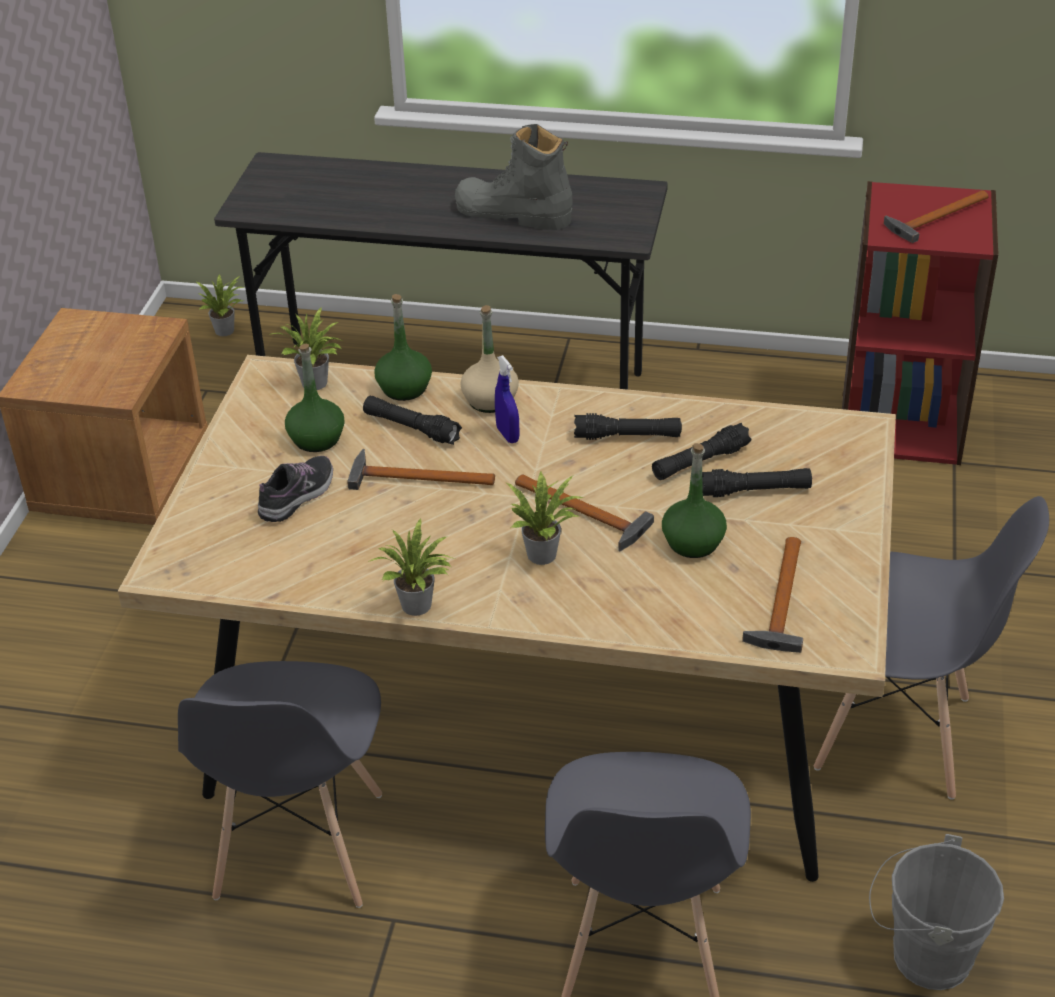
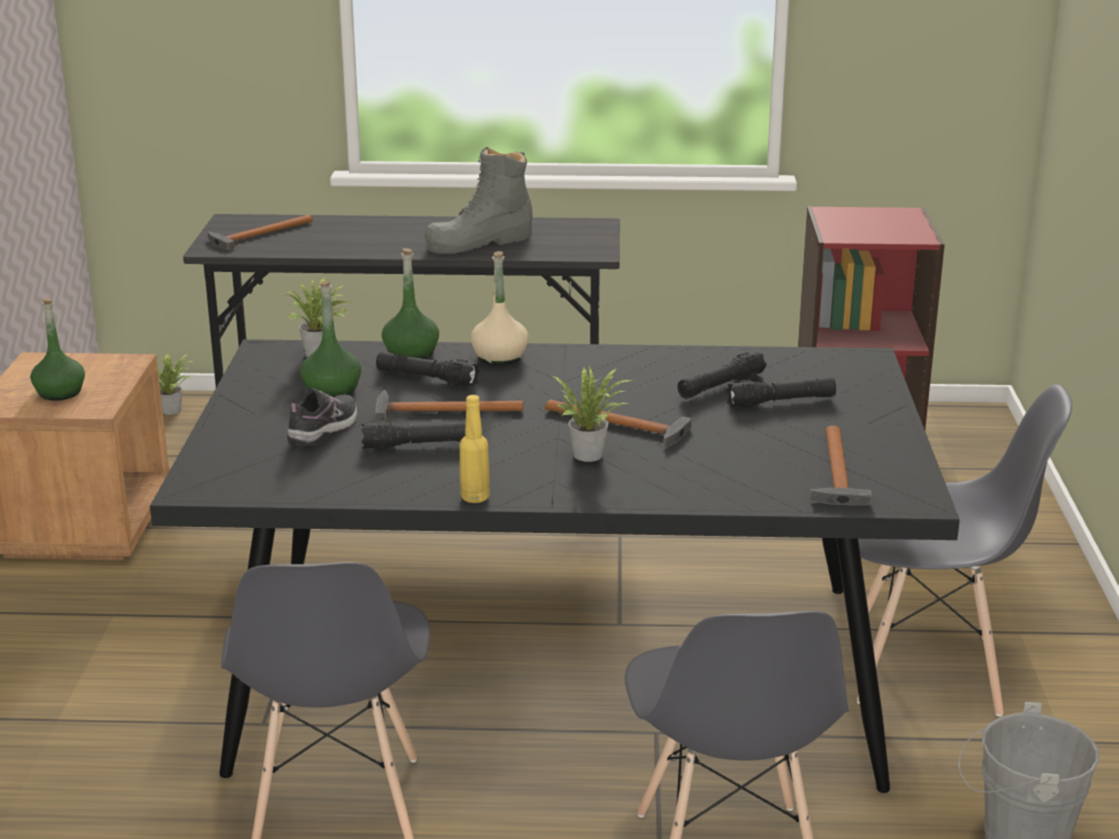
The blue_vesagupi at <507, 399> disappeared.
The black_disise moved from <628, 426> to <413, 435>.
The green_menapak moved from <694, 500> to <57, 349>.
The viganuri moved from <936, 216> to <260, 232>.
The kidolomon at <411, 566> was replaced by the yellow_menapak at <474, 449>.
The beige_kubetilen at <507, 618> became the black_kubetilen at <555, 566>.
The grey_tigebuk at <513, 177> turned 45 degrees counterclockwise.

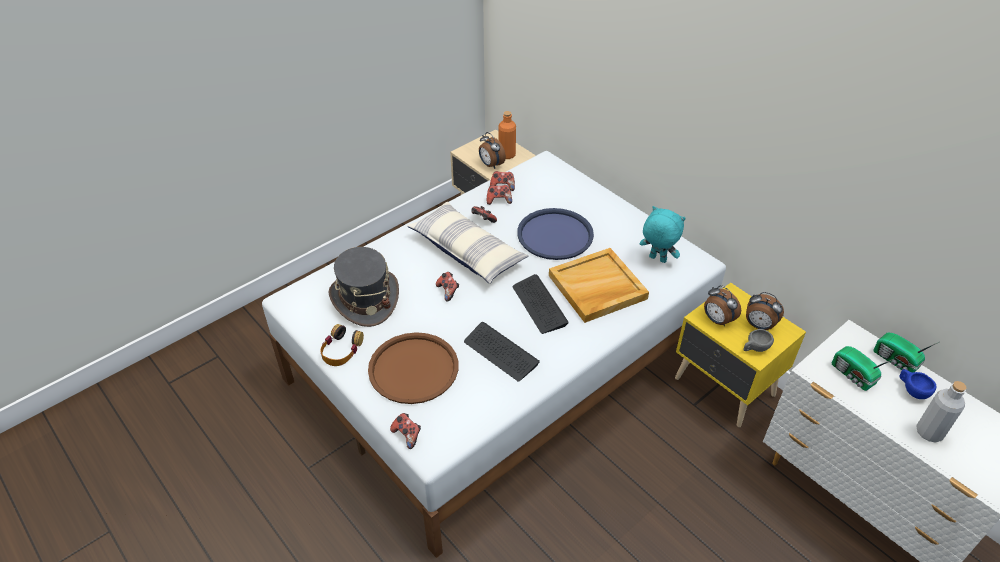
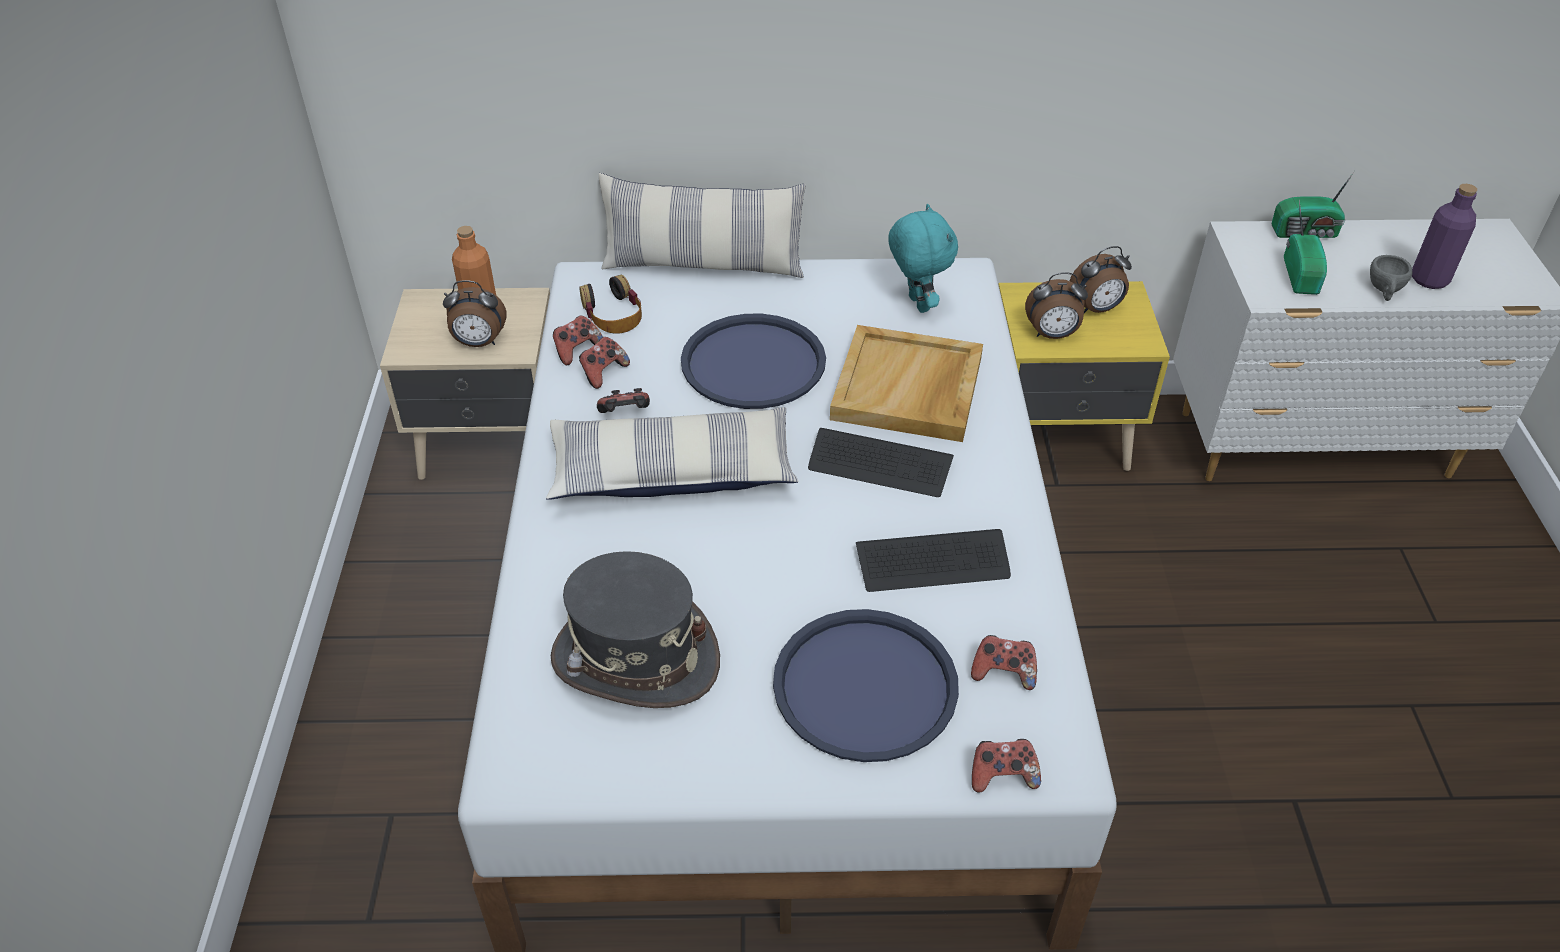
The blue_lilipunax at <918, 384> disappeared.
The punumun at <702, 225> appeared.
The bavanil moved from <342, 345> to <610, 304>.
The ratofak moved from <447, 286> to <1004, 662>.
The grey_lilipunax moved from <758, 340> to <1391, 278>.
The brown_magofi at <413, 368> became the blue_magofi at <866, 685>.
The grey_menapak at <941, 412> became the purple_menapak at <1444, 236>.
The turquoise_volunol at <663, 234> turned 90 degrees clockwise.
The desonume at <863, 368> turned 90 degrees counterclockwise.

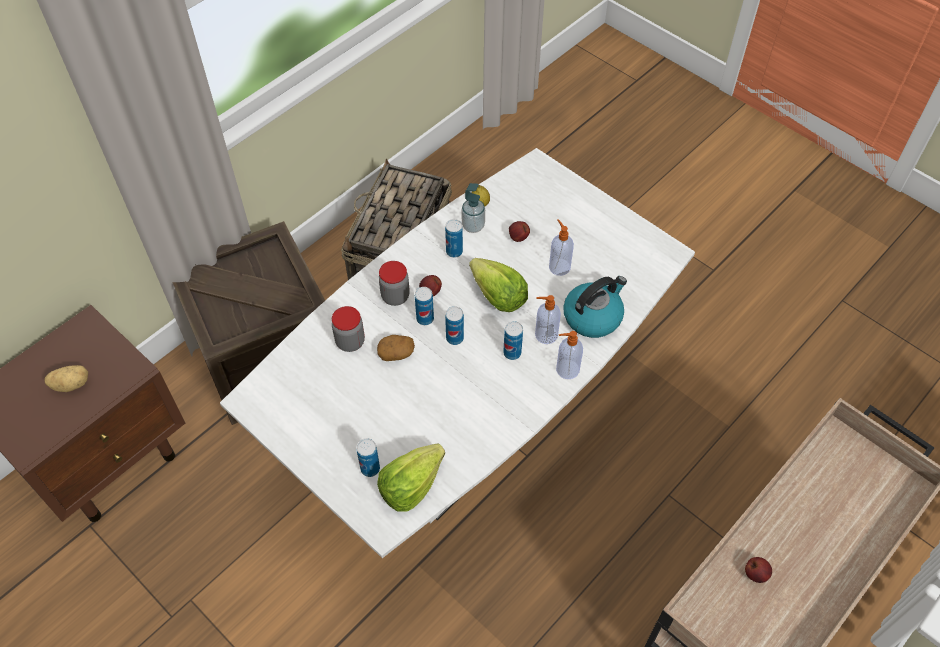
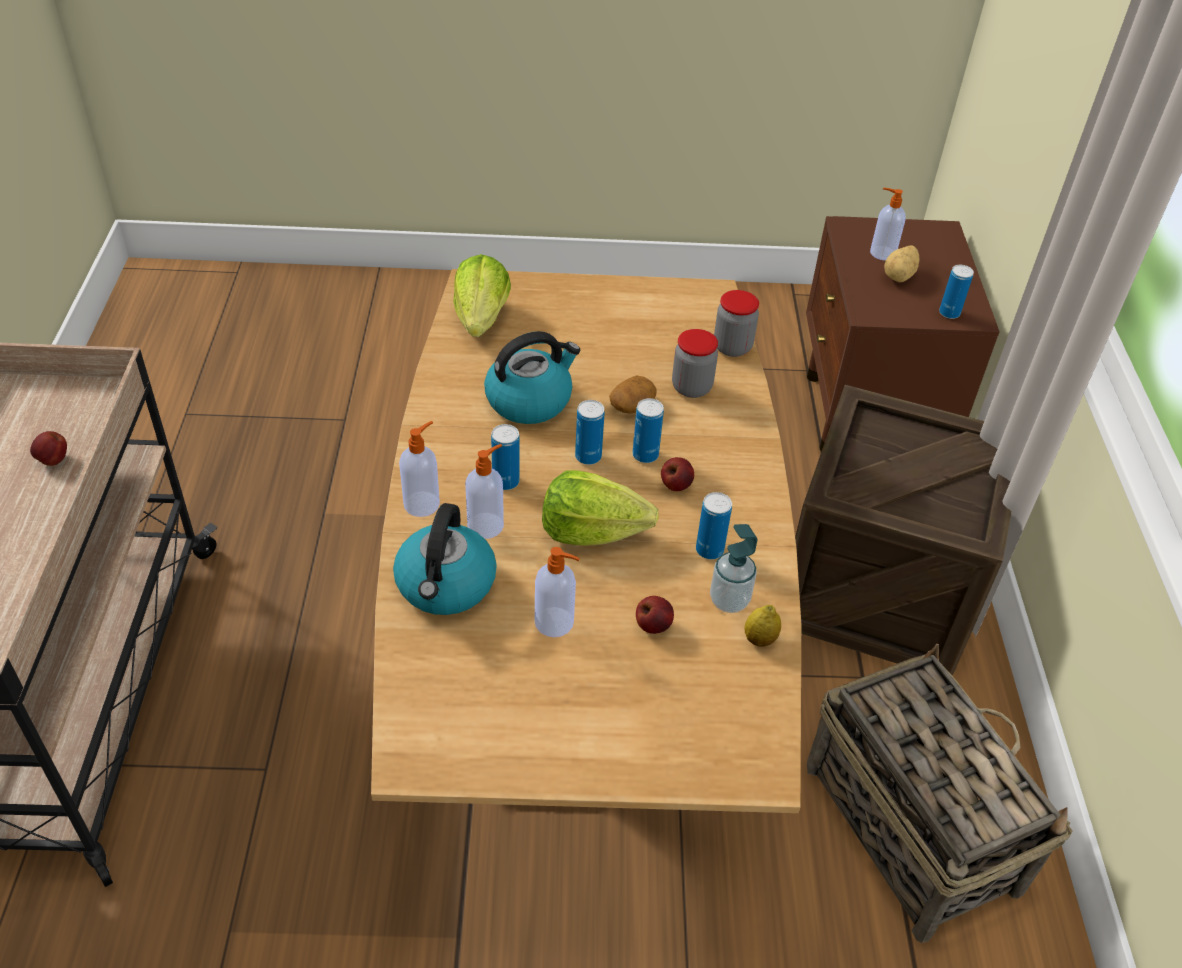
The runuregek at <532, 377> appeared.
The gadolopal at <887, 224> appeared.
The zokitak moved from <368, 457> to <956, 292>.
The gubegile moved from <394, 283> to <736, 323>.
The white_kubetilen at <457, 353> became the brown_kubetilen at <586, 541>.

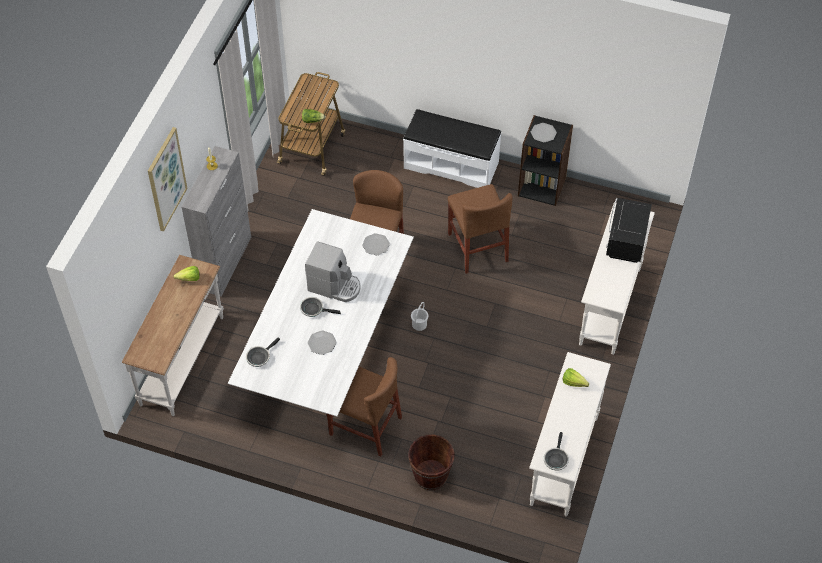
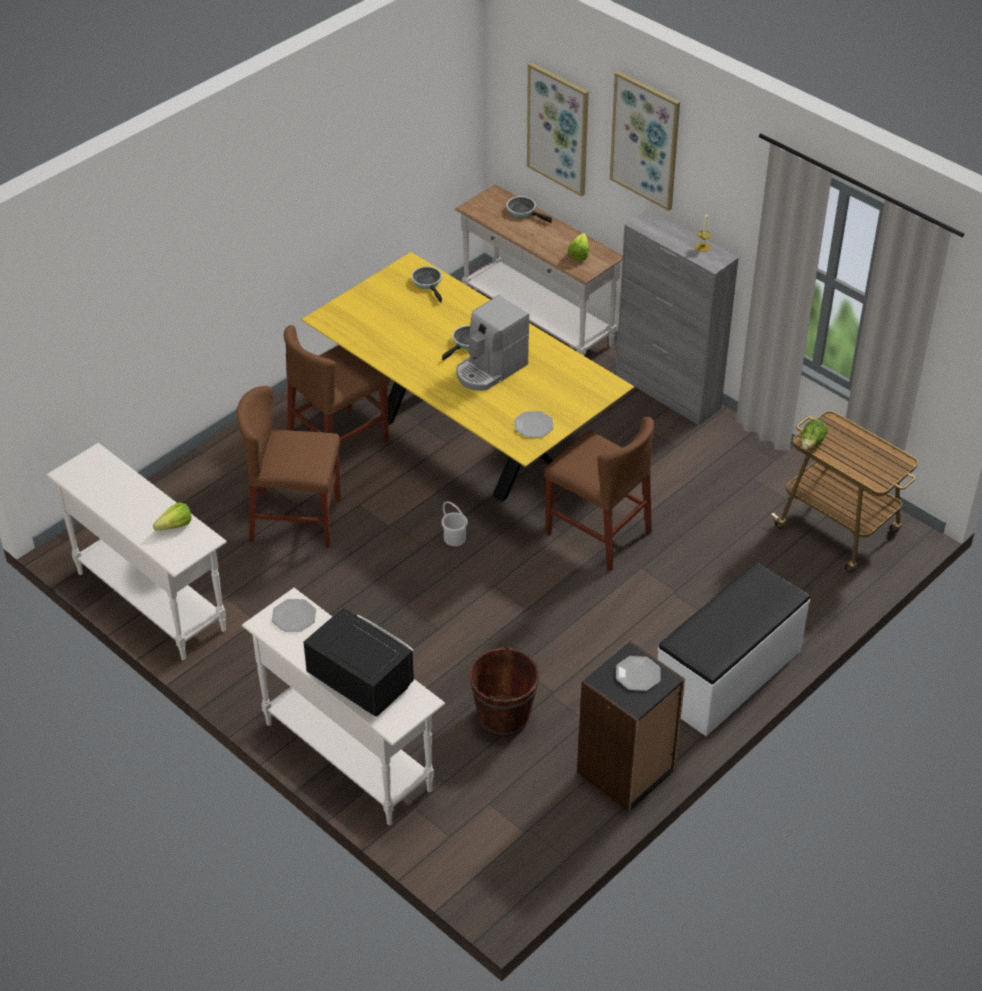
The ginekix at <558, 130> appeared.
The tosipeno moved from <322, 342> to <294, 615>.
The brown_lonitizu moved from <431, 462> to <504, 691>.
The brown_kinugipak moved from <480, 229> to <289, 467>.
The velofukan moved from <556, 451> to <529, 209>.
The white_kubetilen at <321, 312> became the yellow_kubetilen at <467, 377>.

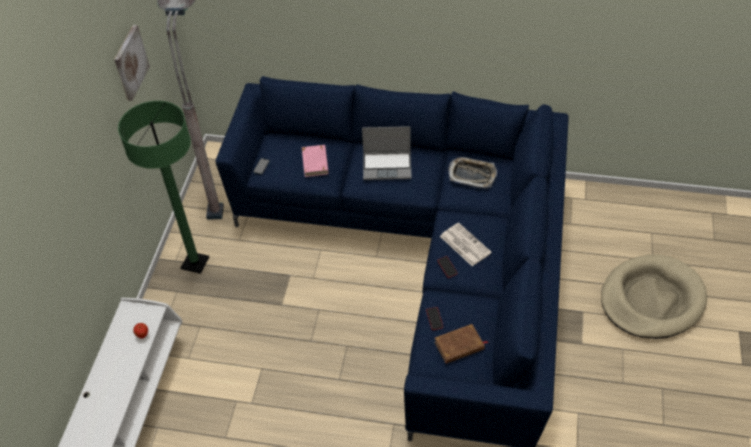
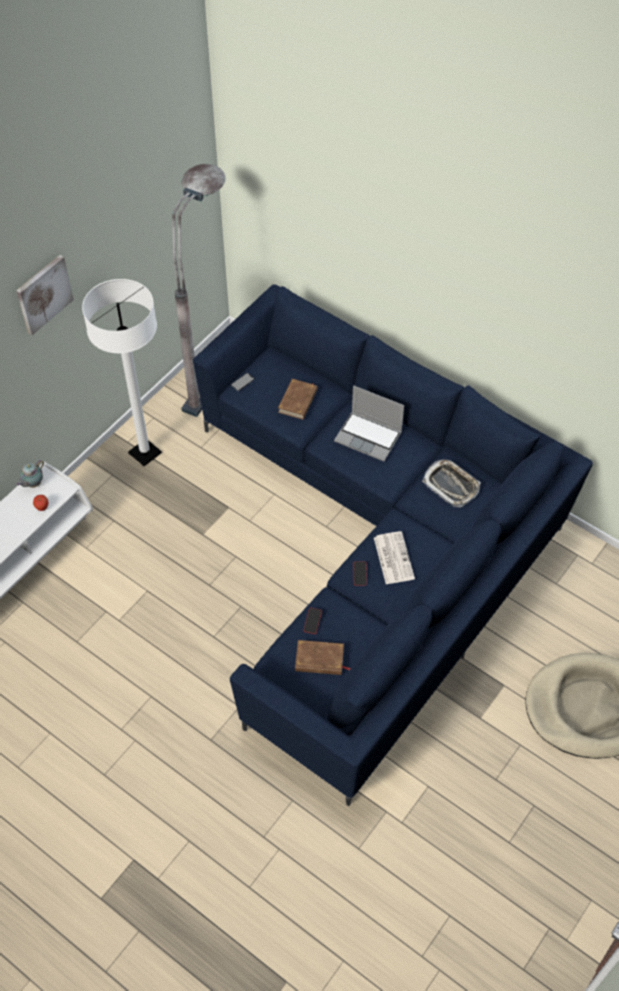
The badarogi at <30, 474> appeared.
The ginekix moved from <132, 63> to <45, 295>.
The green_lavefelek at <163, 187> became the white_lavefelek at <122, 372>.
The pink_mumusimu at <315, 161> became the brown_mumusimu at <298, 399>.

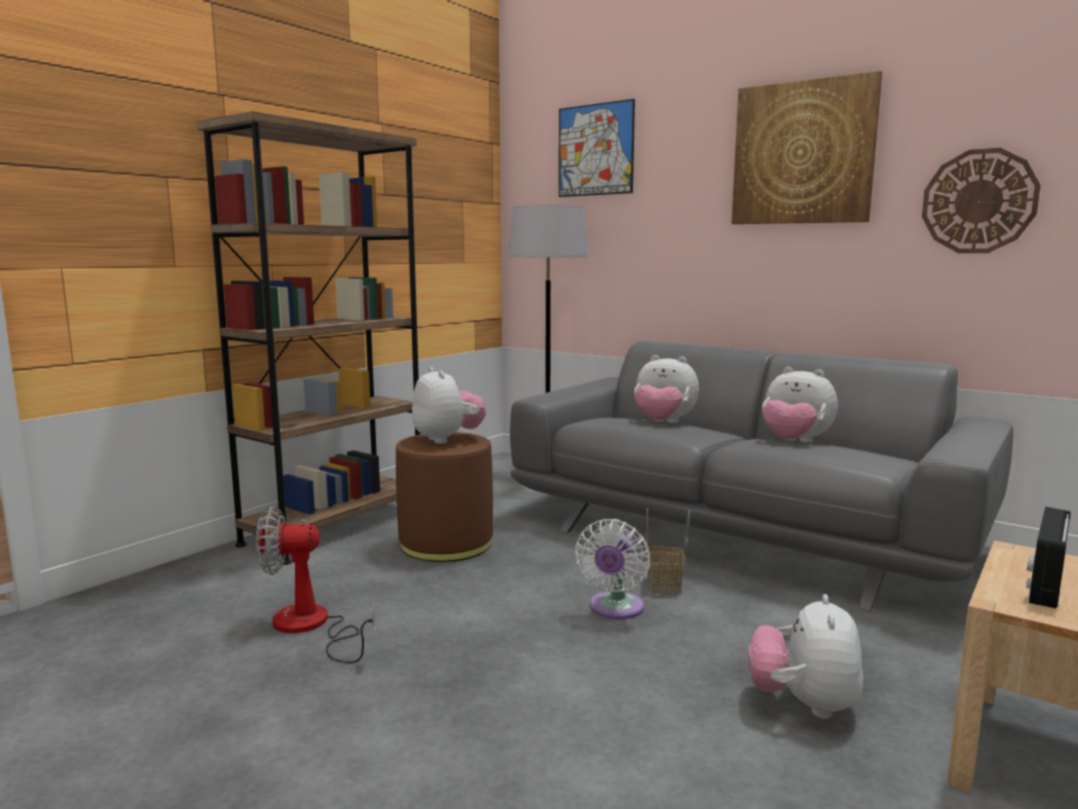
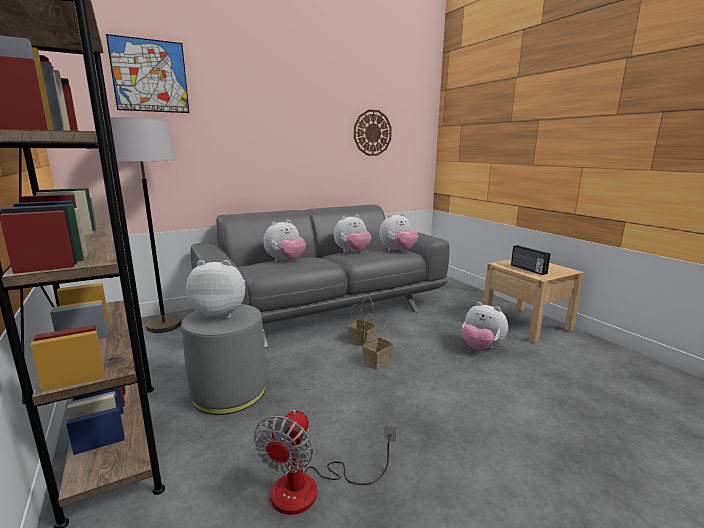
The ginekix at <807, 147> disappeared.
The volunol at <398, 232> appeared.
The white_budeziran at <612, 569> was replaced by the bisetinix at <377, 341>.
The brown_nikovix at <444, 497> became the grey_nikovix at <223, 359>.

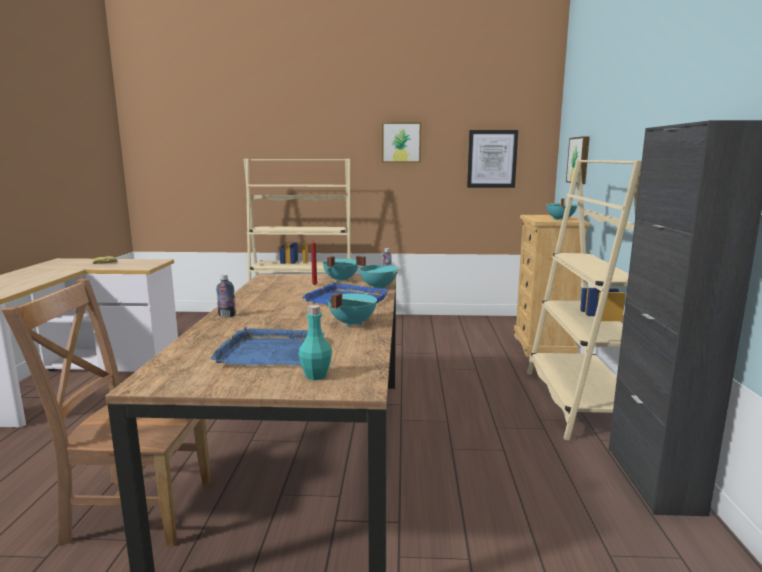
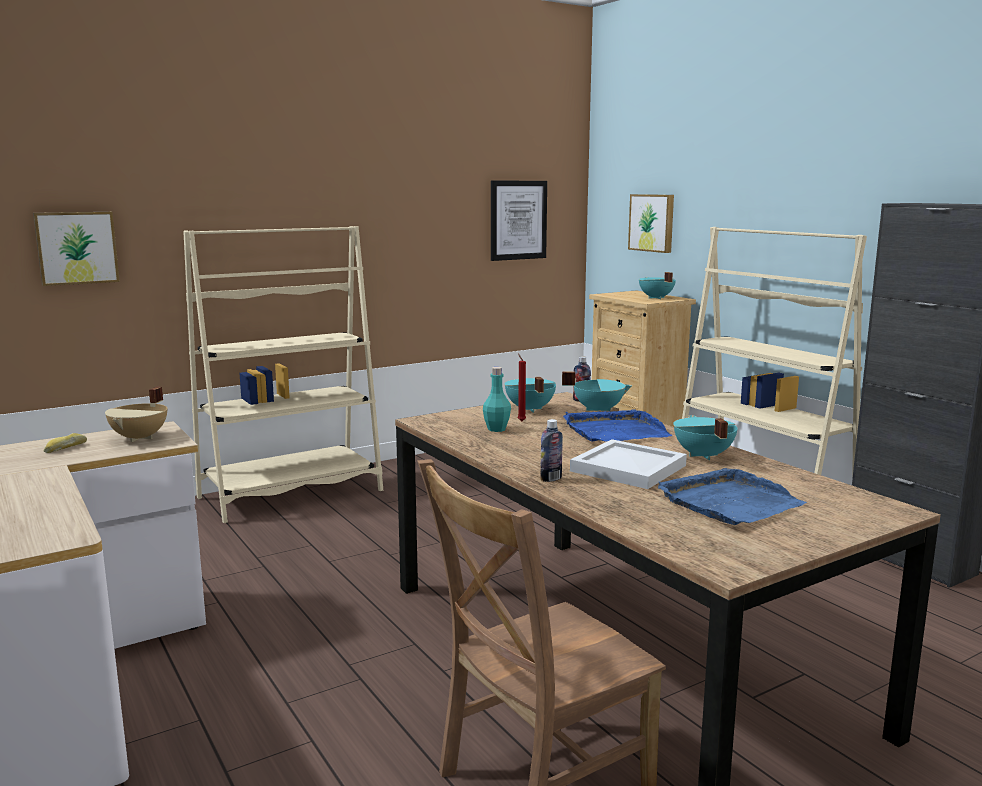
The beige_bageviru at <136, 414> appeared.
The white_magofi at <628, 464> appeared.
The turquoise_menapak moved from <315, 342> to <497, 399>.
The ginekix moved from <401, 142> to <76, 249>.

